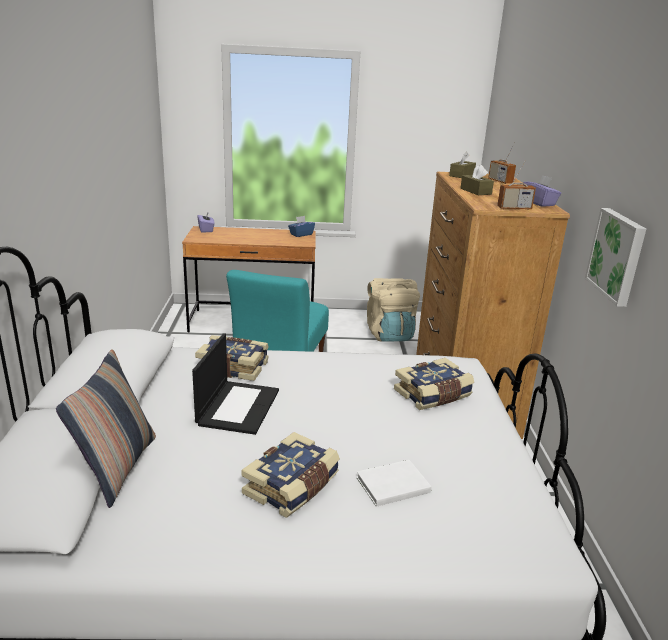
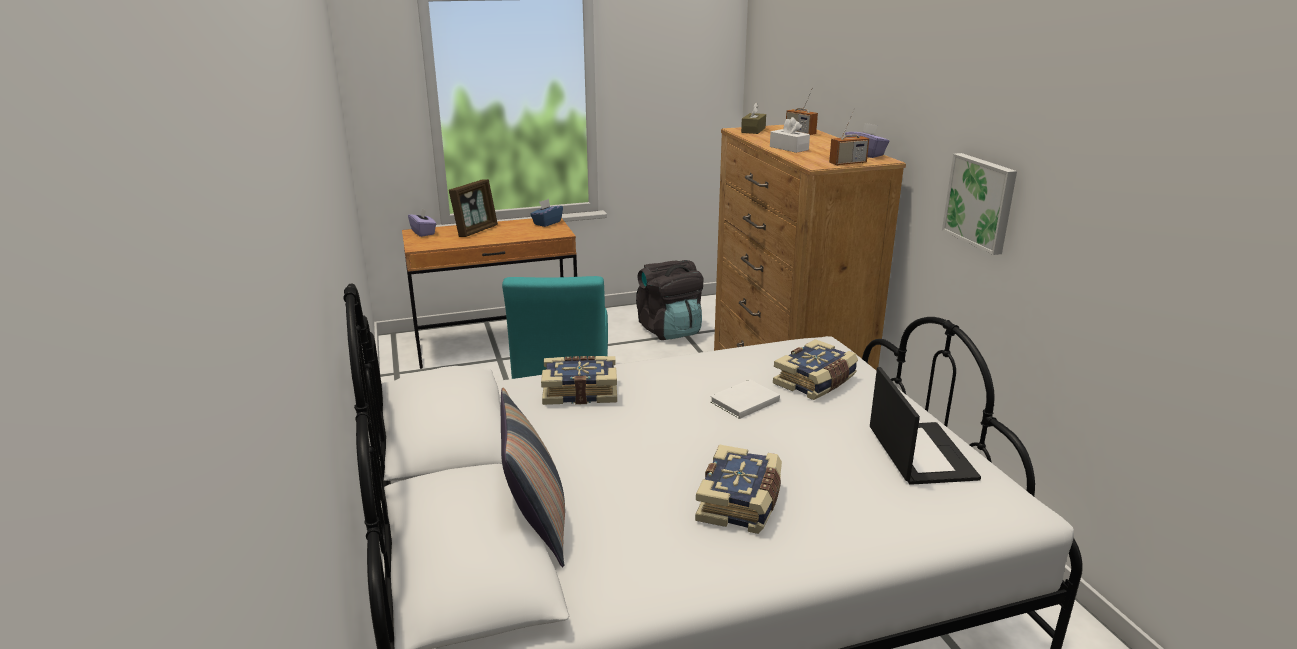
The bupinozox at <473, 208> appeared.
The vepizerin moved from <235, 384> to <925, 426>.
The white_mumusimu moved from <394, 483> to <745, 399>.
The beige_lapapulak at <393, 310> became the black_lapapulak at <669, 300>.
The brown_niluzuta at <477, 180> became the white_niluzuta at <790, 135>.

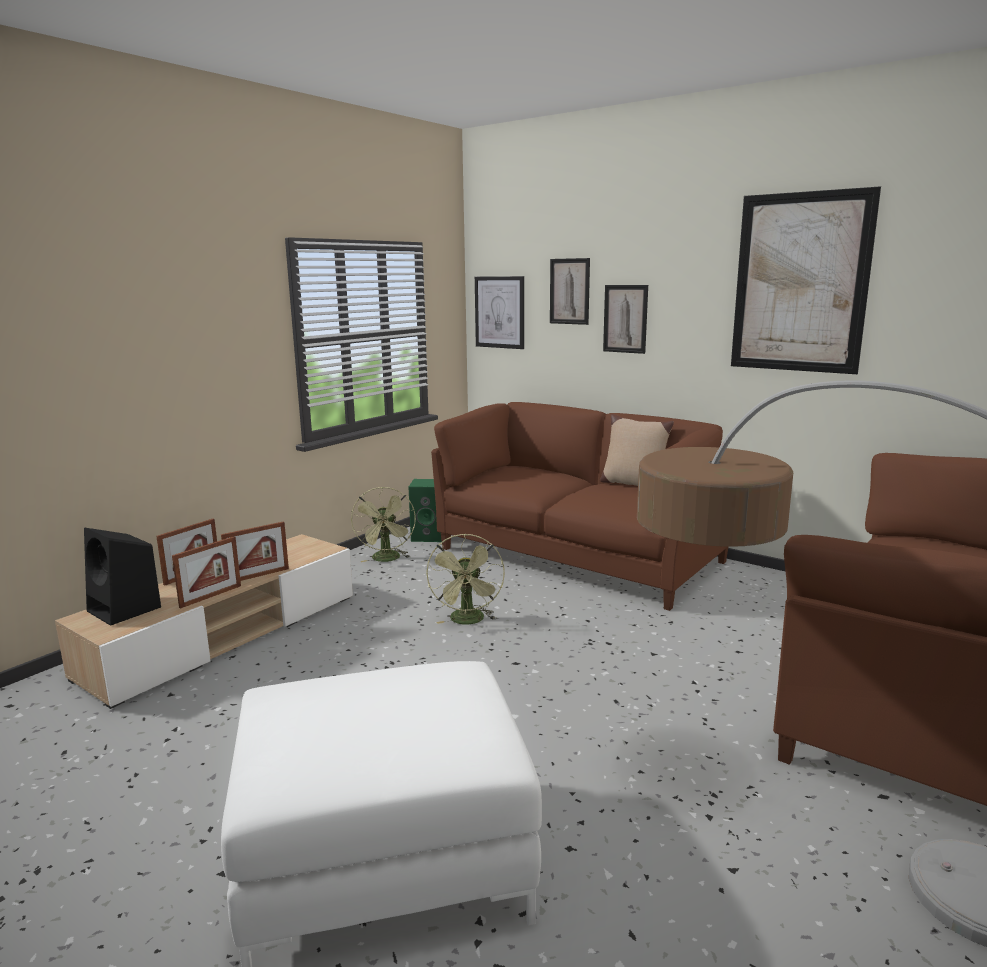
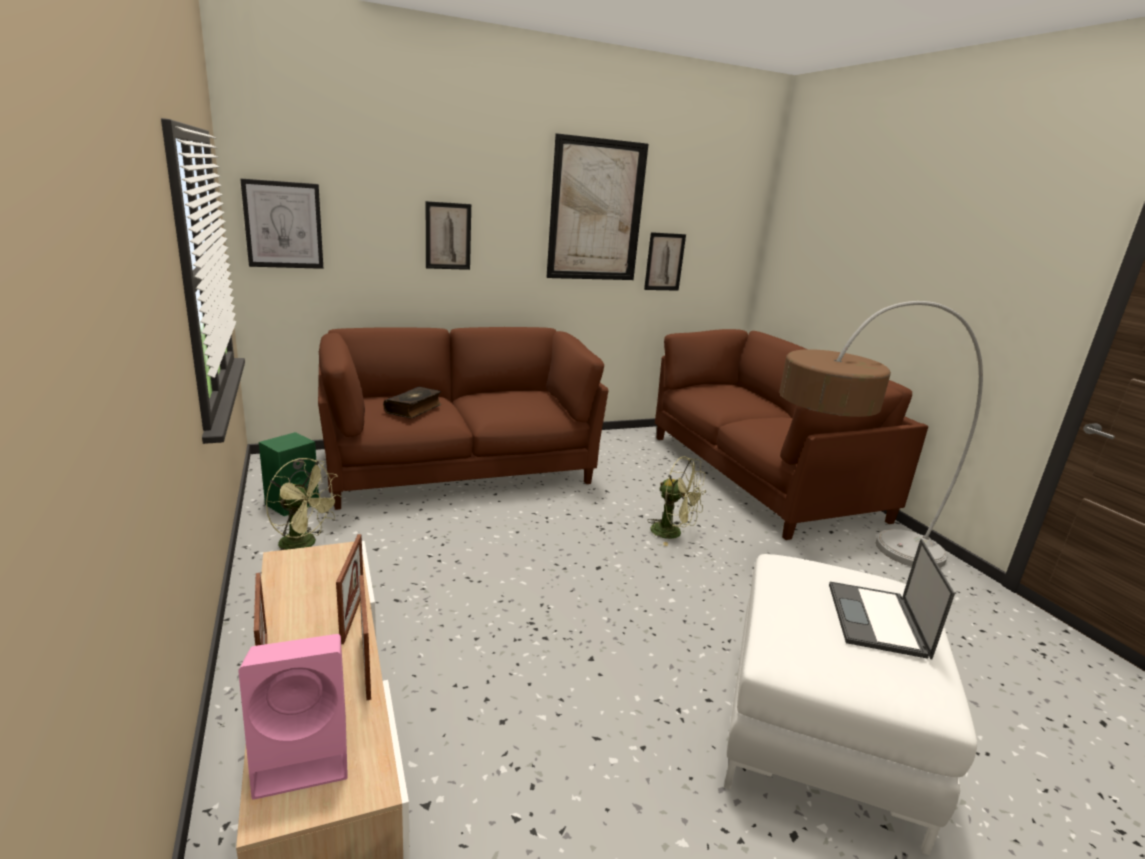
The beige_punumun at <637, 450> disappeared.
The mumusimu at <412, 403> appeared.
The vepizerin at <892, 599> appeared.
The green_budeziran moved from <465, 579> to <676, 501>.
The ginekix moved from <570, 291> to <665, 261>.
The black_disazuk at <122, 576> became the pink_disazuk at <293, 717>.

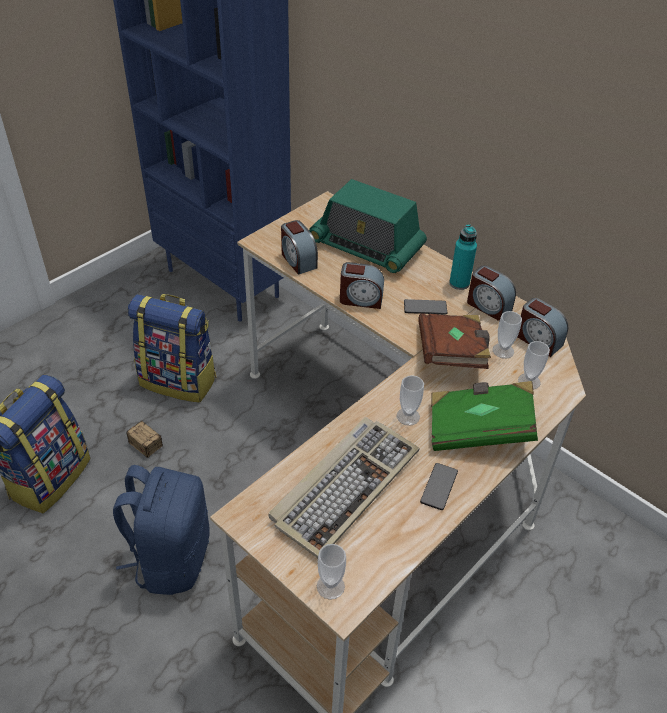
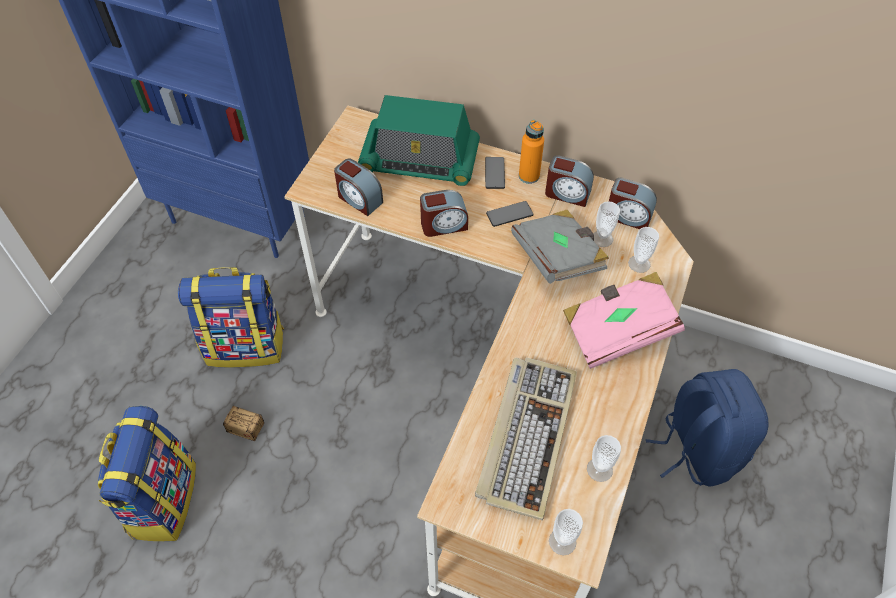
The blue_lapapulak moved from <161, 530> to <707, 428>.
The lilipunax moved from <410, 400> to <604, 458>.
The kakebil moved from <439, 486> to <495, 173>.
The brown_mumusimu at <454, 341> became the grey_mumusimu at <560, 247>.
The green_mumusimu at <484, 416> became the pink_mumusimu at <624, 320>.
The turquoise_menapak at <463, 257> became the orange_menapak at <531, 152>.

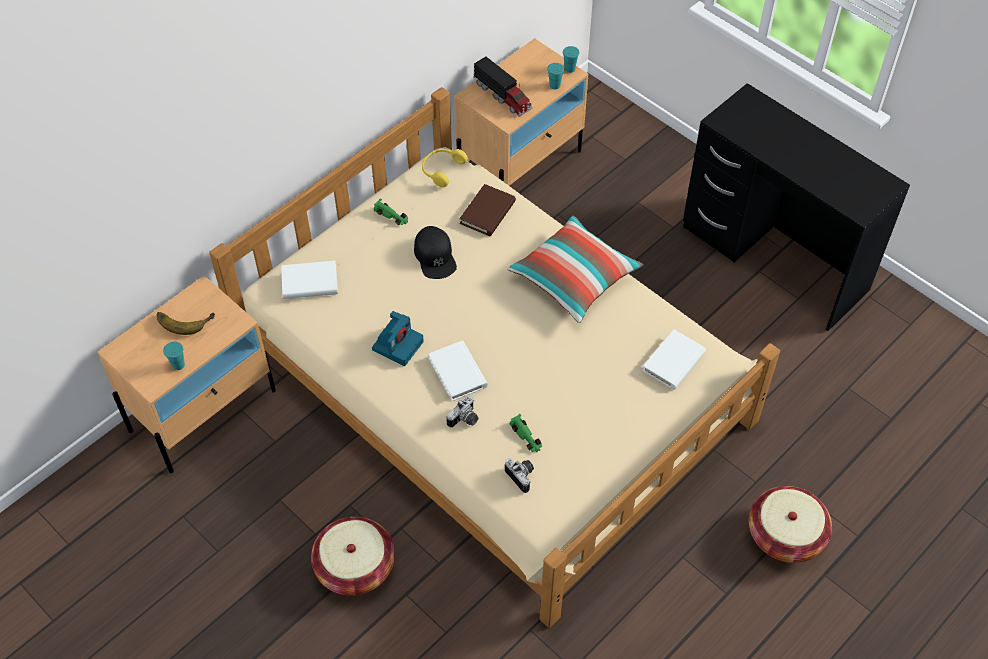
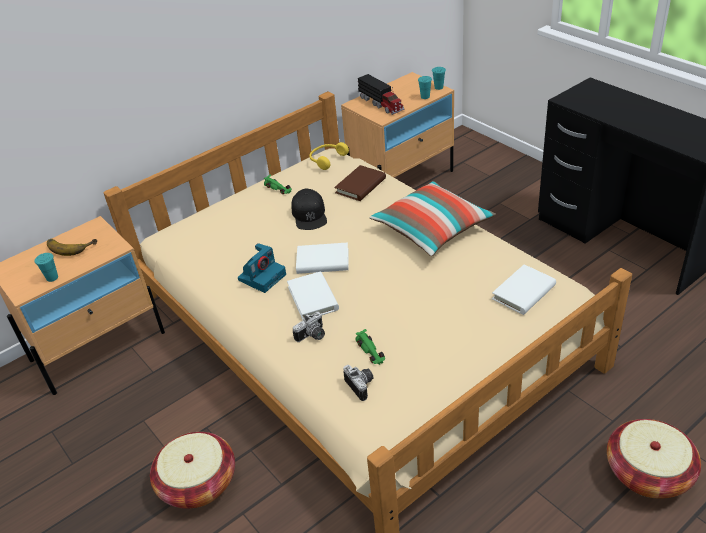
The white_mumusimu moved from <309, 280> to <322, 258>.

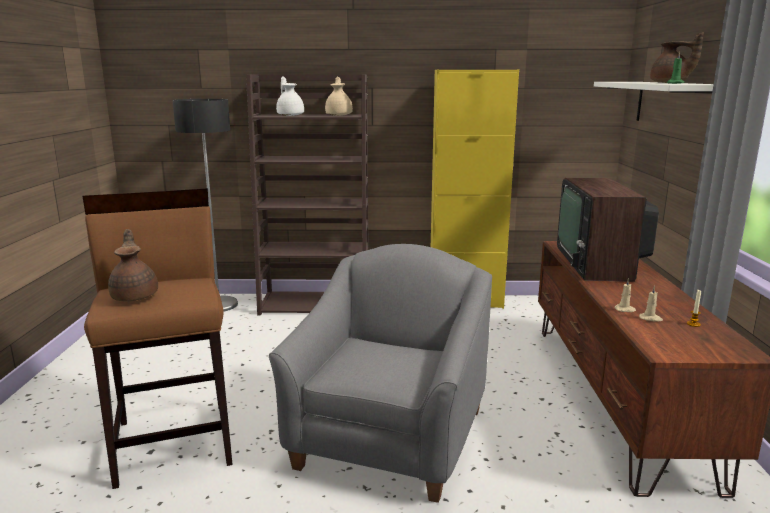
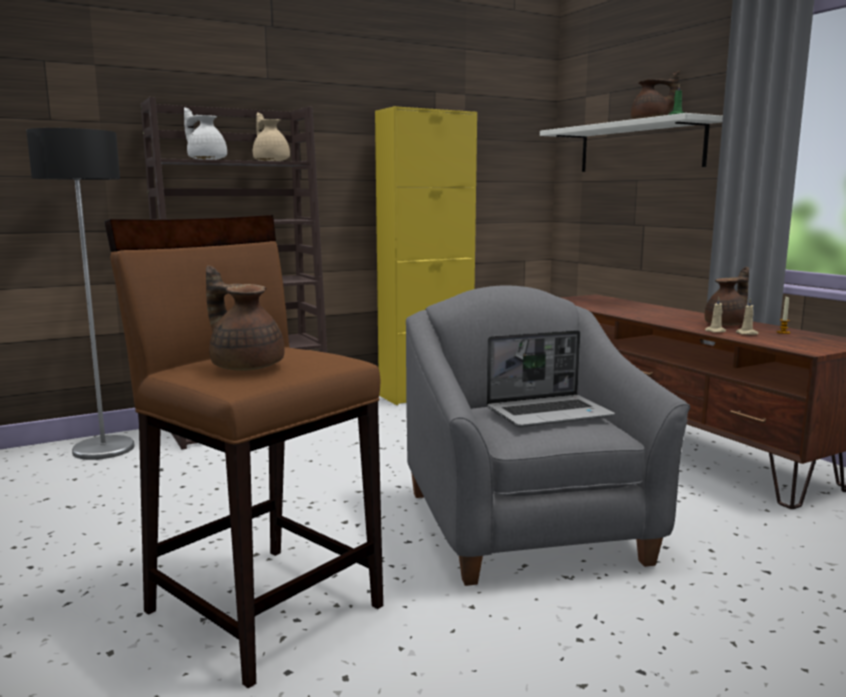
The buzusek at <608, 230> disappeared.
The vepizerin at <550, 378> appeared.
The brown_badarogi at <726, 296> appeared.

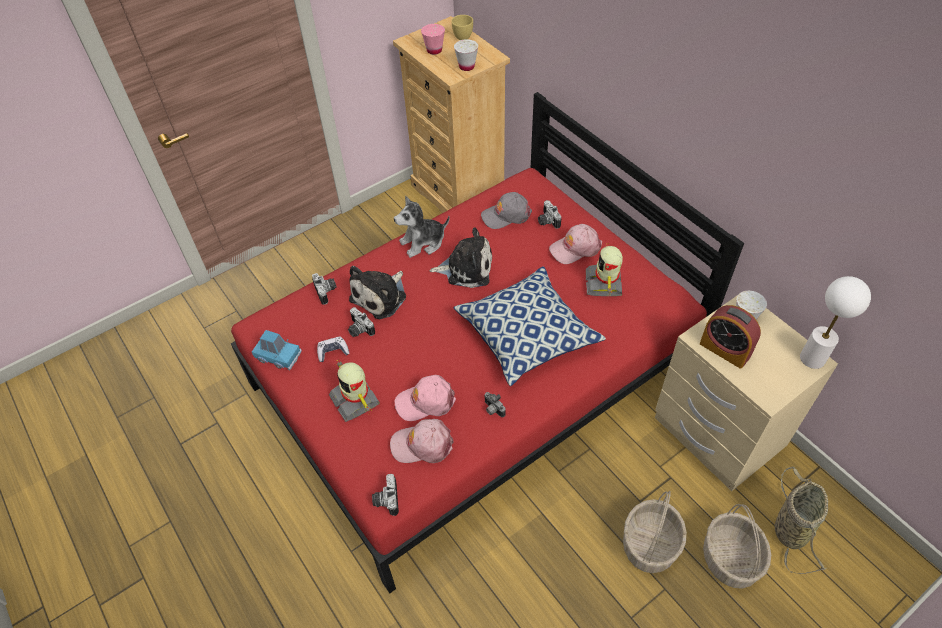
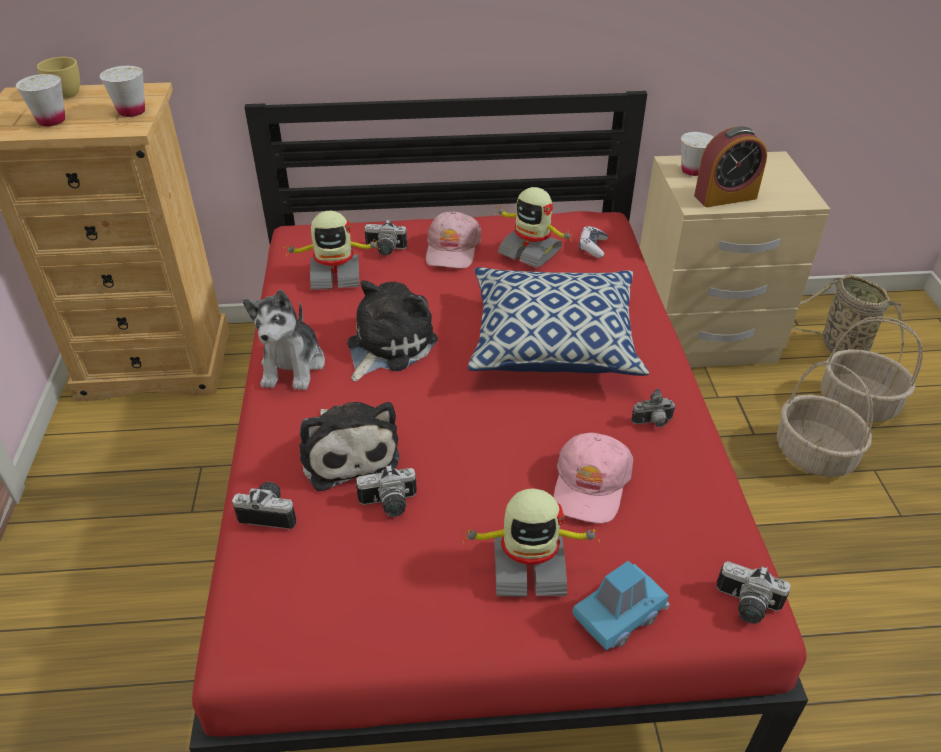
The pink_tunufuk at <422, 441> disappeared.
The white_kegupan at <835, 322> disappeared.
The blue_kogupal moved from <277, 350> to <621, 605>.
The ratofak moved from <333, 349> to <593, 242>.
The grey_tunufuk at <506, 210> was replaced by the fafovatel at <332, 250>.
The pink_lilipunax at <433, 39> became the white_lilipunax at <40, 100>.

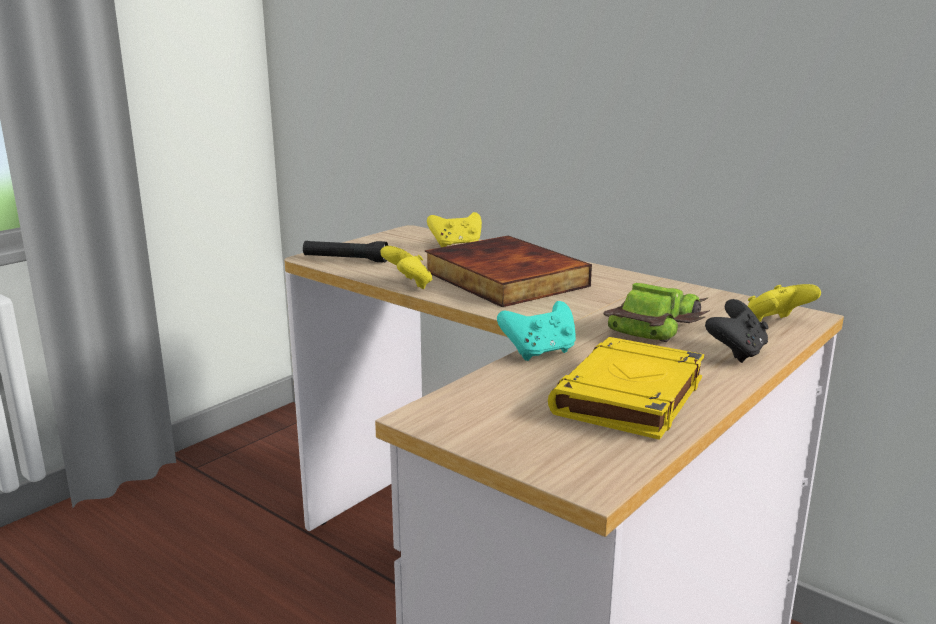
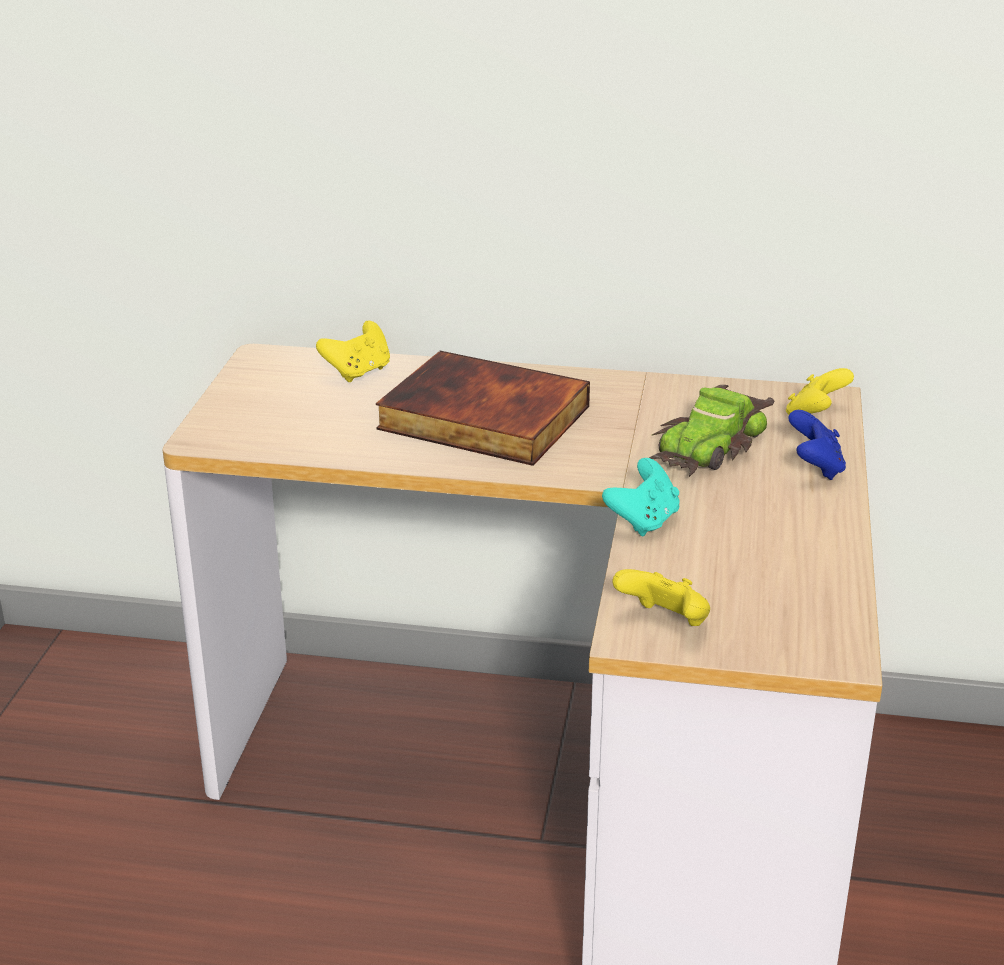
The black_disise at <345, 251> disappeared.
The yellow_mumusimu at <626, 388> disappeared.
The yellow_ratofak moved from <406, 267> to <661, 597>.
The black_ratofak at <736, 331> became the blue_ratofak at <817, 445>.
The kogupal at <656, 312> turned 150 degrees counterclockwise.

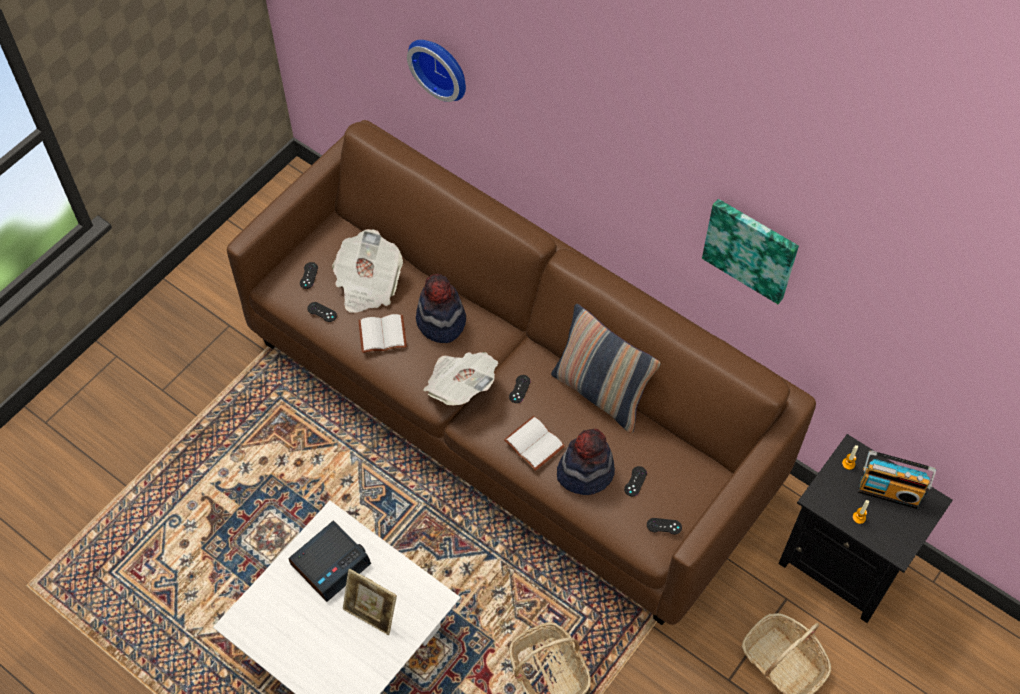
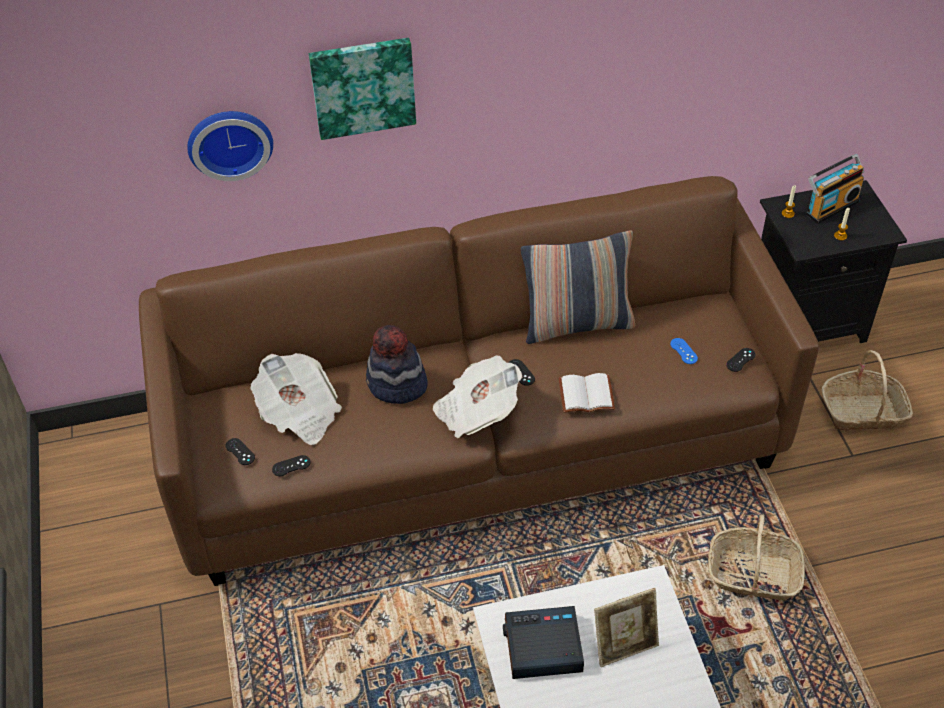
The white_mumusimu at <383, 333> disappeared.
The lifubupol at <586, 462> disappeared.
The ginekix moved from <750, 251> to <362, 89>.
The black_ratofak at <635, 481> became the blue_ratofak at <684, 351>.
The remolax at <329, 561> turned 90 degrees counterclockwise.

